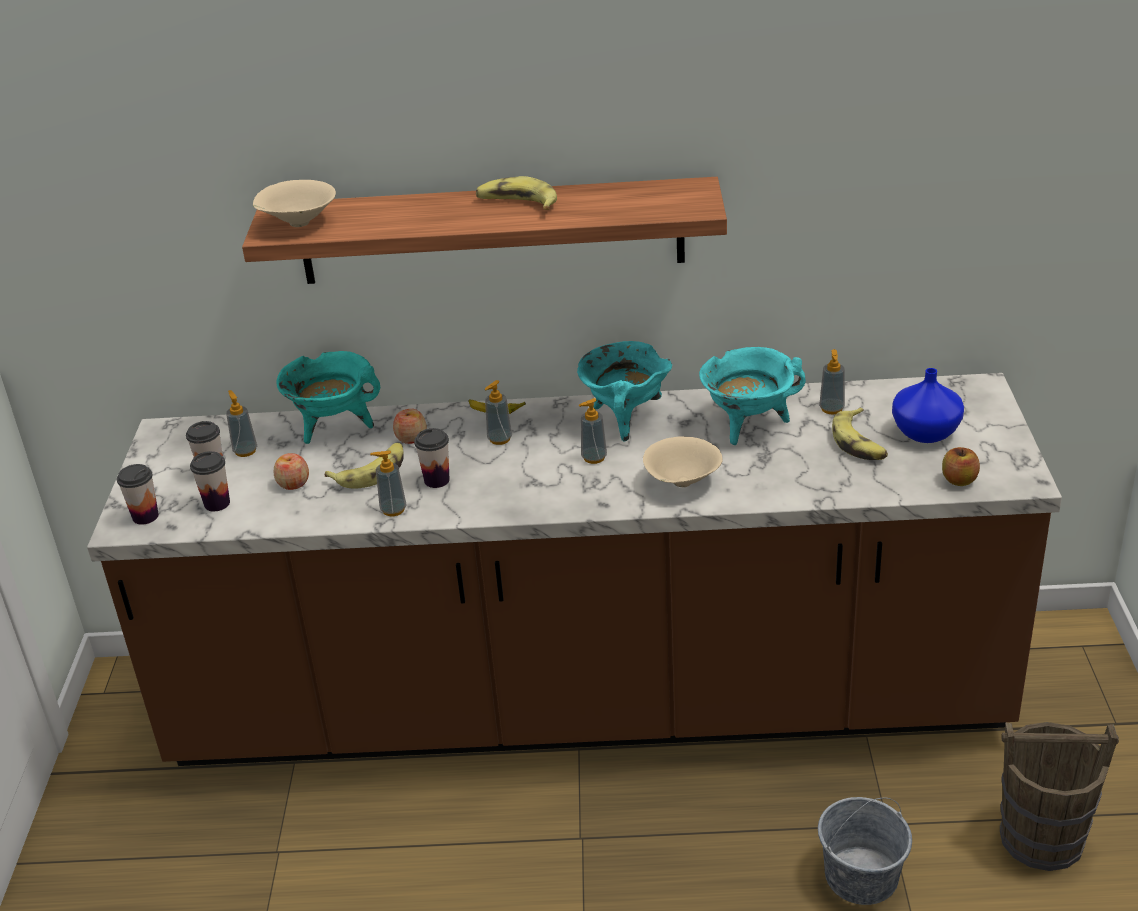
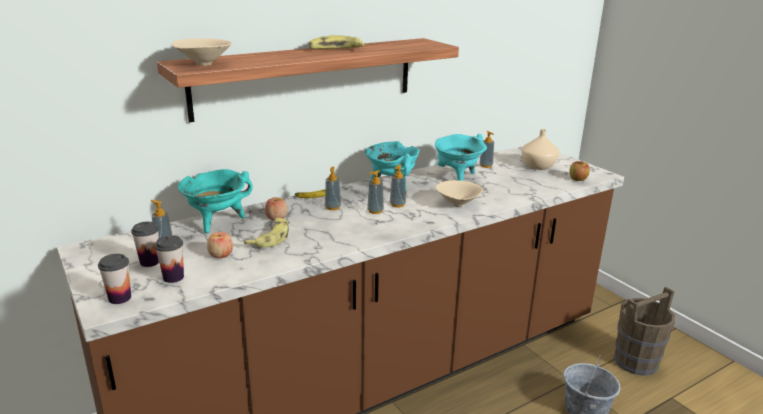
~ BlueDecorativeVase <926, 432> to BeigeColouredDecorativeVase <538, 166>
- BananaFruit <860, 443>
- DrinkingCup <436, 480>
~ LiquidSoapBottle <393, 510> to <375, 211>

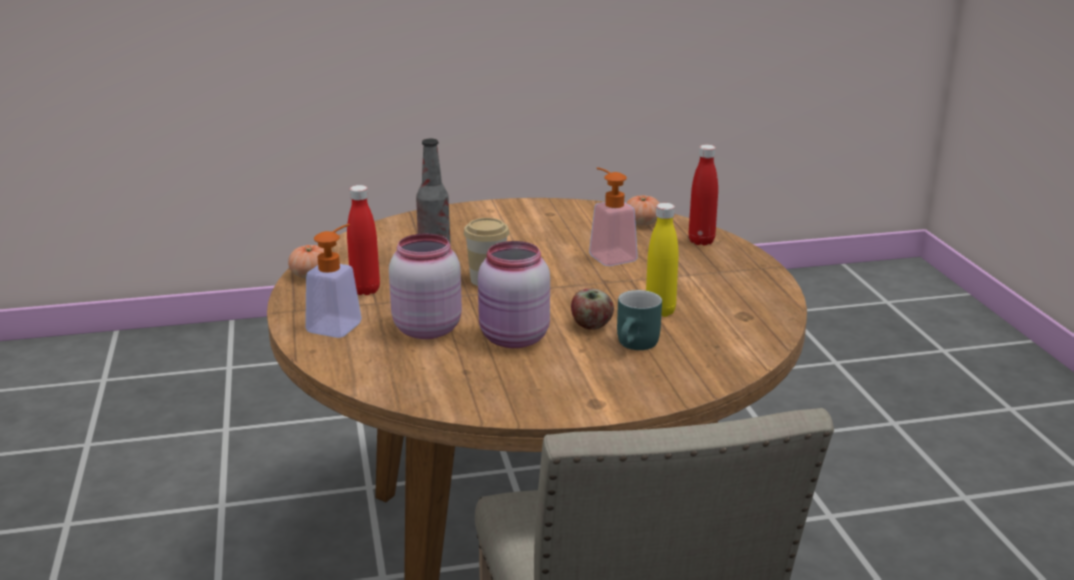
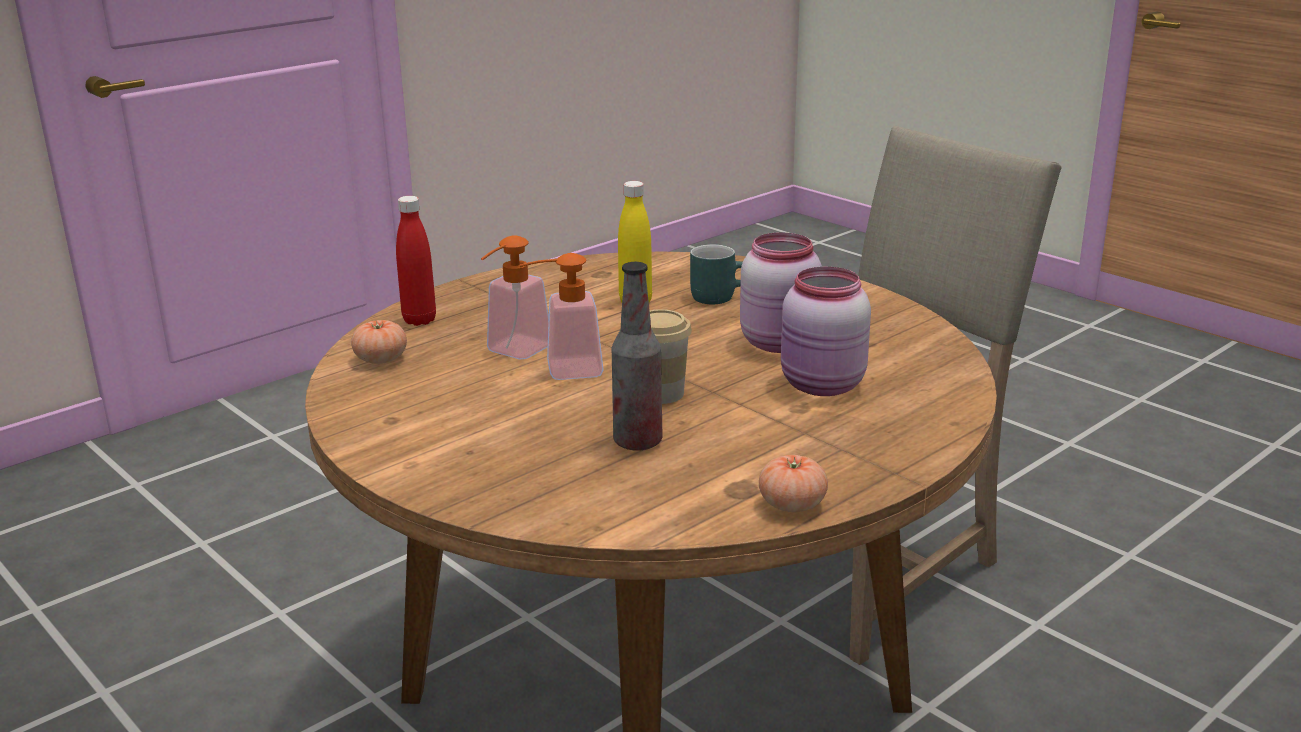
- RedColouredBeverageBottle <365, 290>
~ LiquidSoapBottle <339, 324> to <563, 371>
- AppleFruit <591, 326>

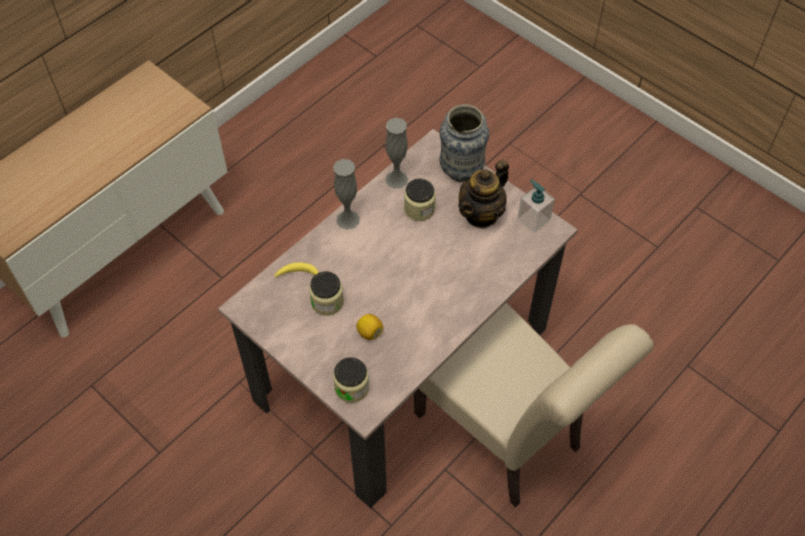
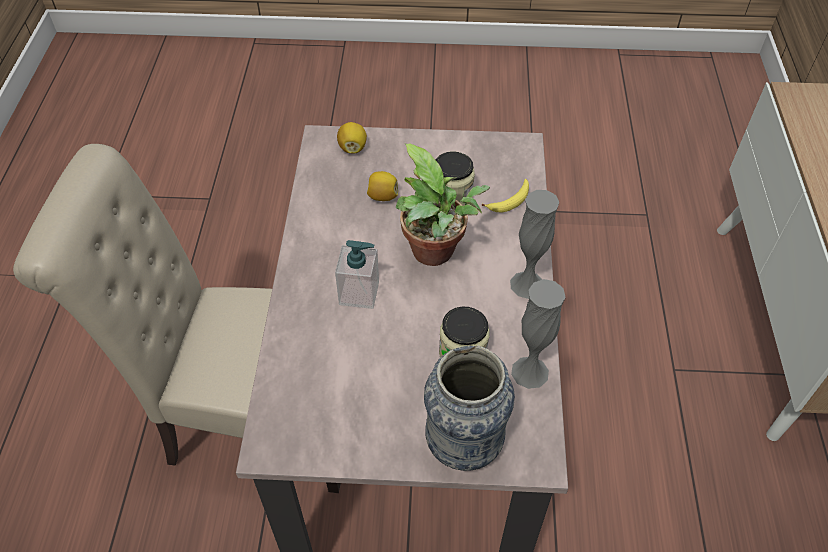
- TeaPot <481, 214>
~ LiquidSoapBottle <533, 219> to <359, 293>
~ Jar <352, 388> to CitrusFruit <352, 148>
+ PottedPlant <436, 254>

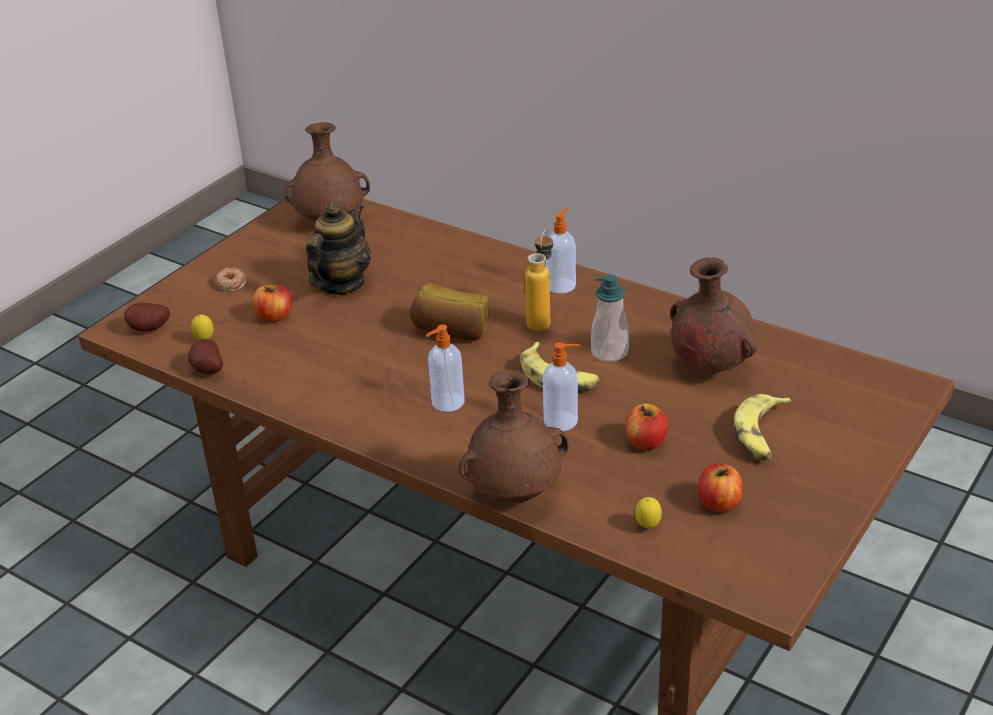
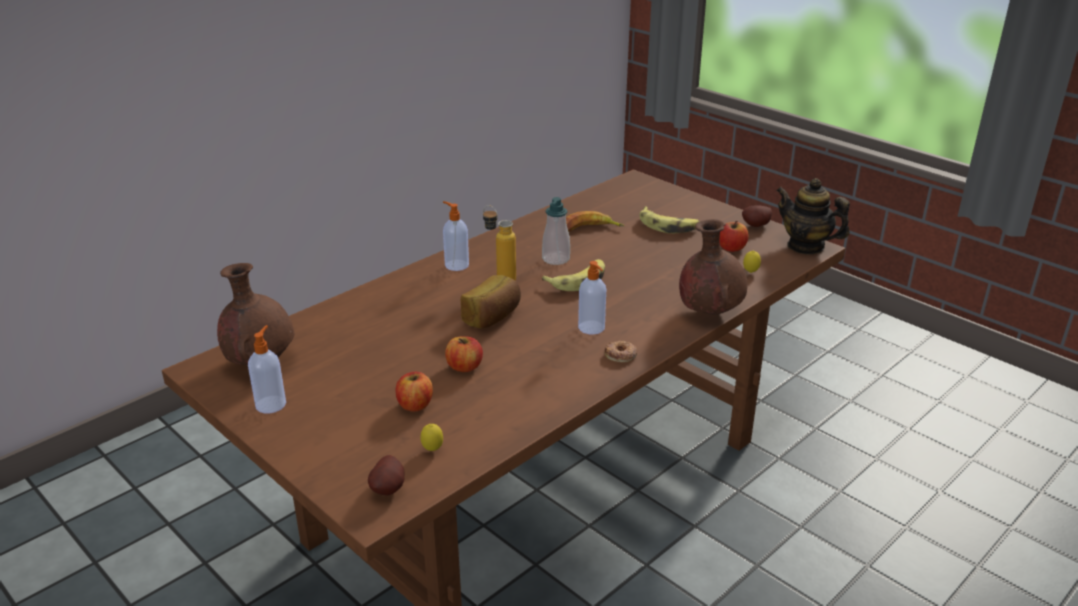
~ TeaPot <341, 284> to <806, 246>
~ BrownColouredDecorativeVase <709, 366> to BananaFruit <588, 229>
~ Doughnut <230, 283> to <621, 355>
~ WholePotato <207, 370> to <757, 226>
~ LiquidSoapBottle <562, 421> to <271, 404>
~ AppleFruit <646, 442> to <464, 367>

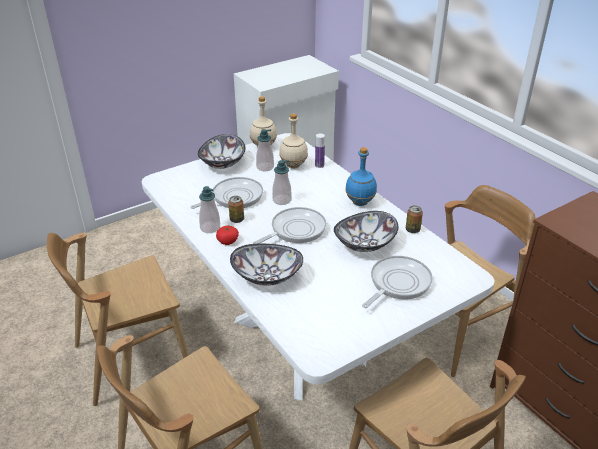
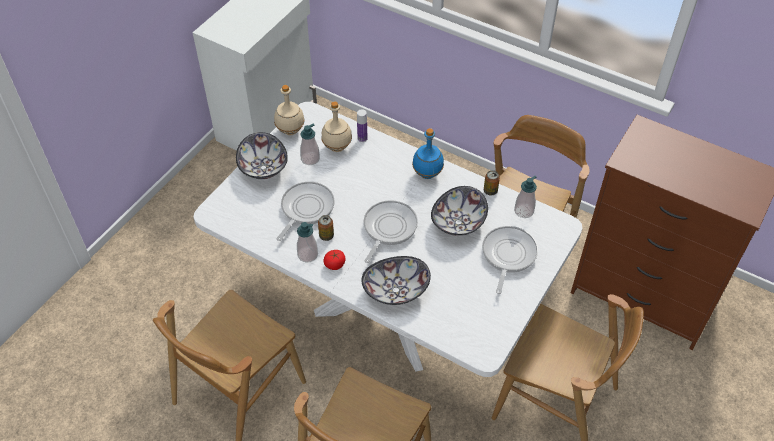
~ LiquidSoapBottle <282, 200> to <524, 211>

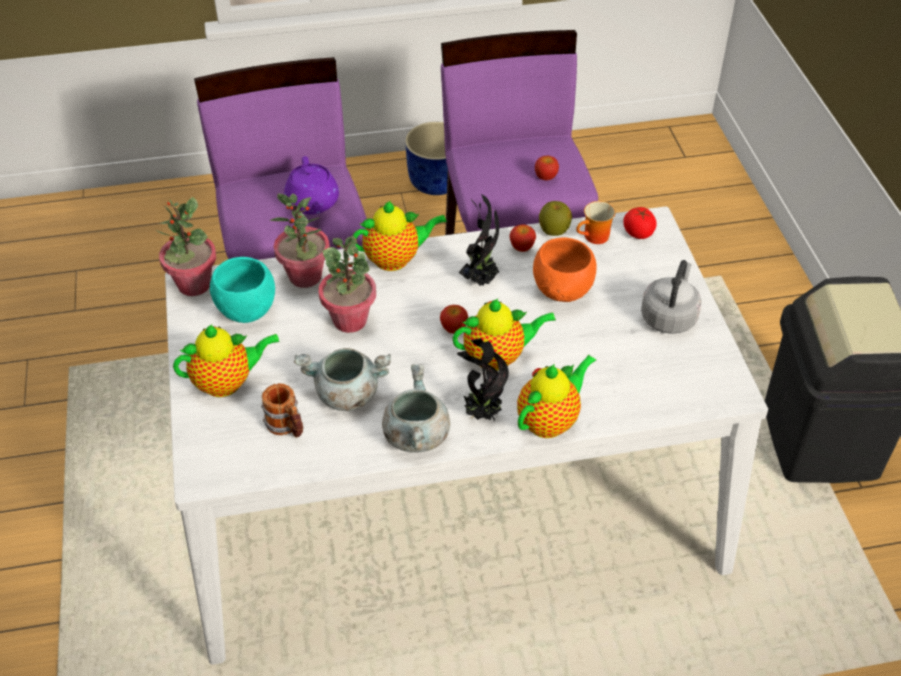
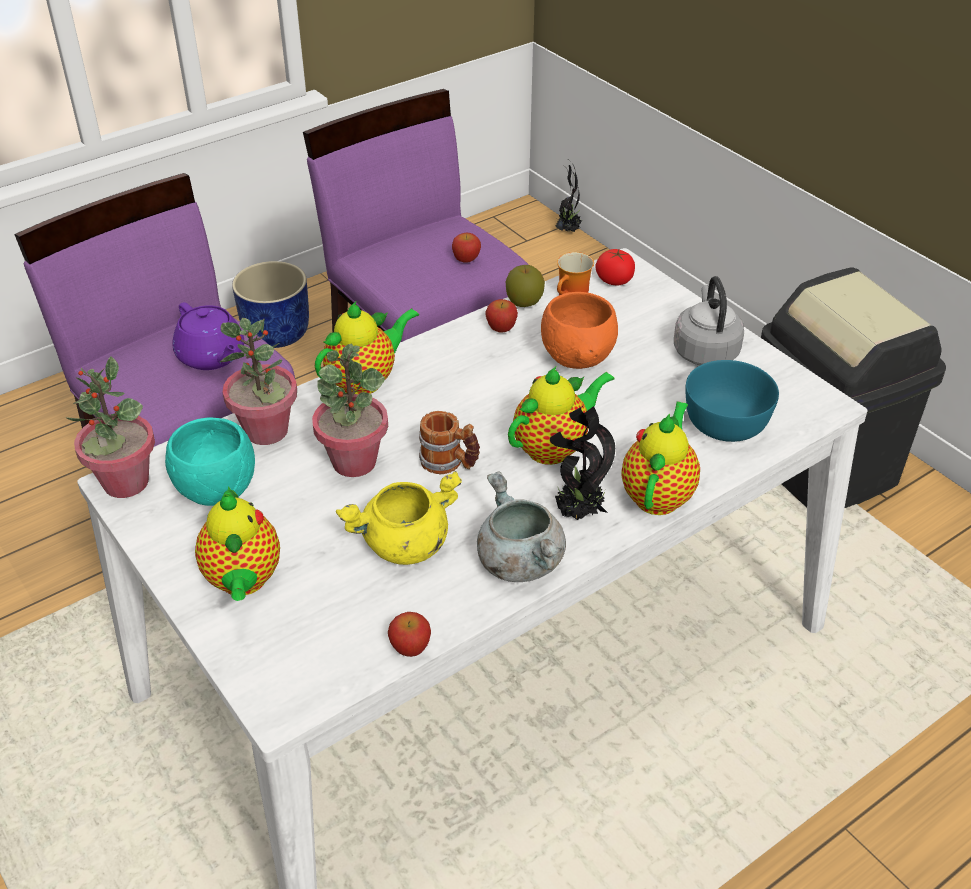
~ PottedPlant <481, 279> to <568, 230>
~ AppleFruit <454, 329> to <410, 648>
~ TeaPot <227, 382> = <243, 582> 120 degrees clockwise
~ GraySaucepot <346, 395> to YellowishSaucepot <404, 545>
~ CoffeeMug <287, 427> to <449, 463>
+ BlueGreenBowl <725, 423>

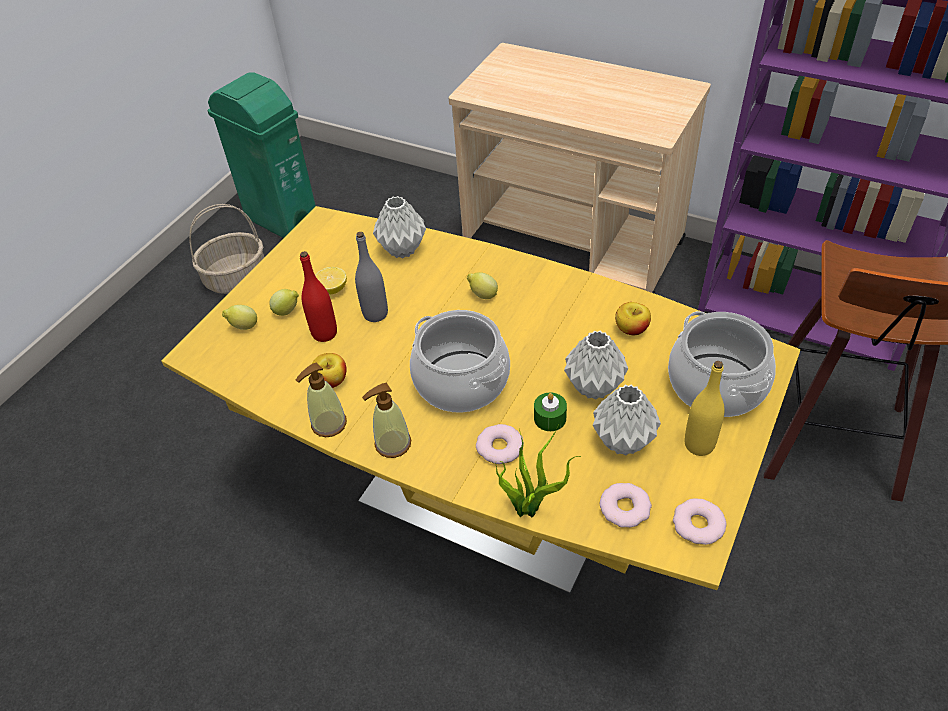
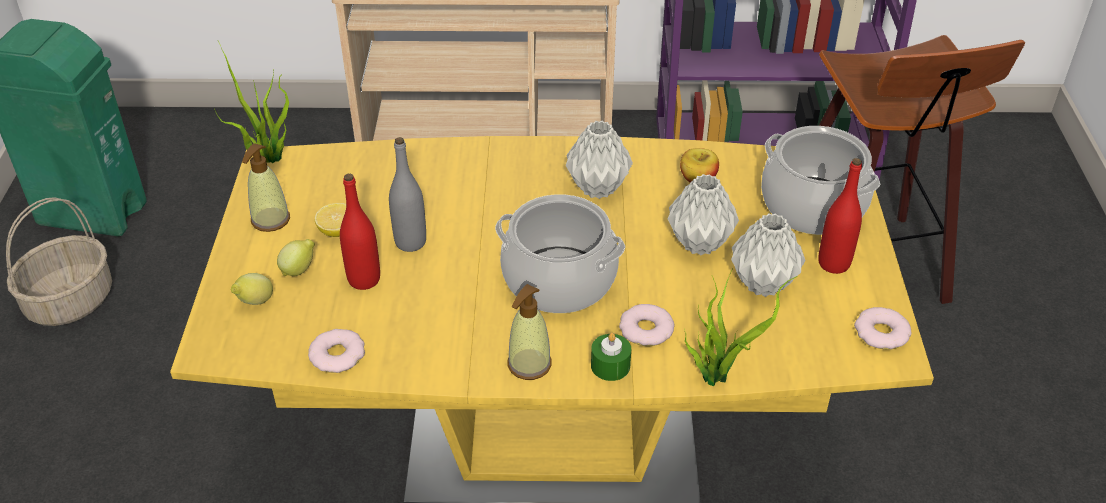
~ GrayDecorativeVase <401, 250> to <597, 189>
- CitrusFruit <482, 295>
- AppleFruit <331, 381>
~ YellowishBeverageBottle <699, 445> to RedColouredBeverageBottle <834, 263>
~ LiquidSoapBottle <328, 424> to <270, 220>
~ GreenWaxCandle <550, 418> to <610, 366>
~ Doughnut <625, 508> to <337, 355>
+ PottedPlant <267, 158>

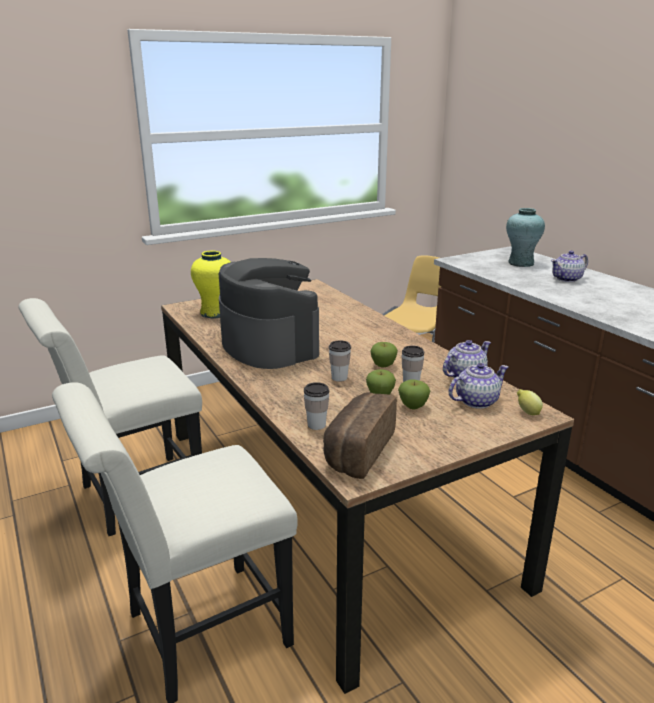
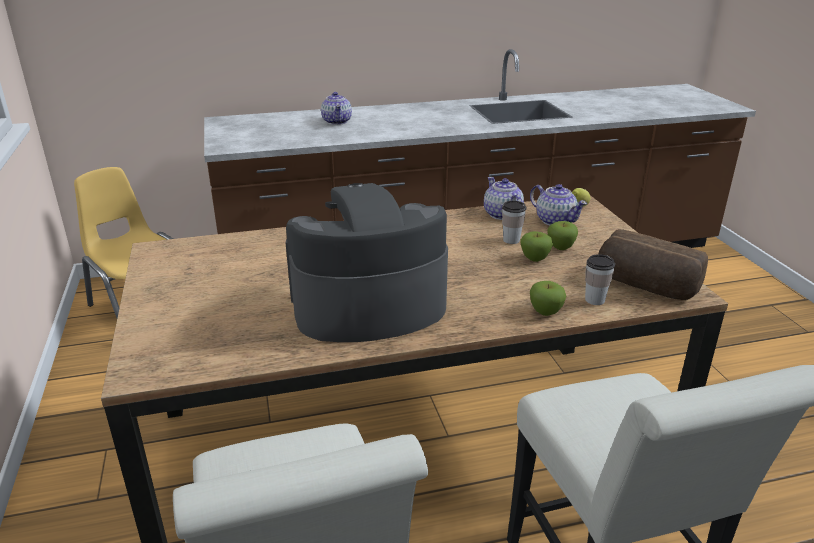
- BlueGreenDecorativeVase <520, 263>
- YellowishDecorativeVase <215, 313>
- DrinkingCup <339, 378>
~ AppleFruit <383, 365> to <545, 312>
~ TeaPot <475, 401> = <555, 220> 150 degrees clockwise

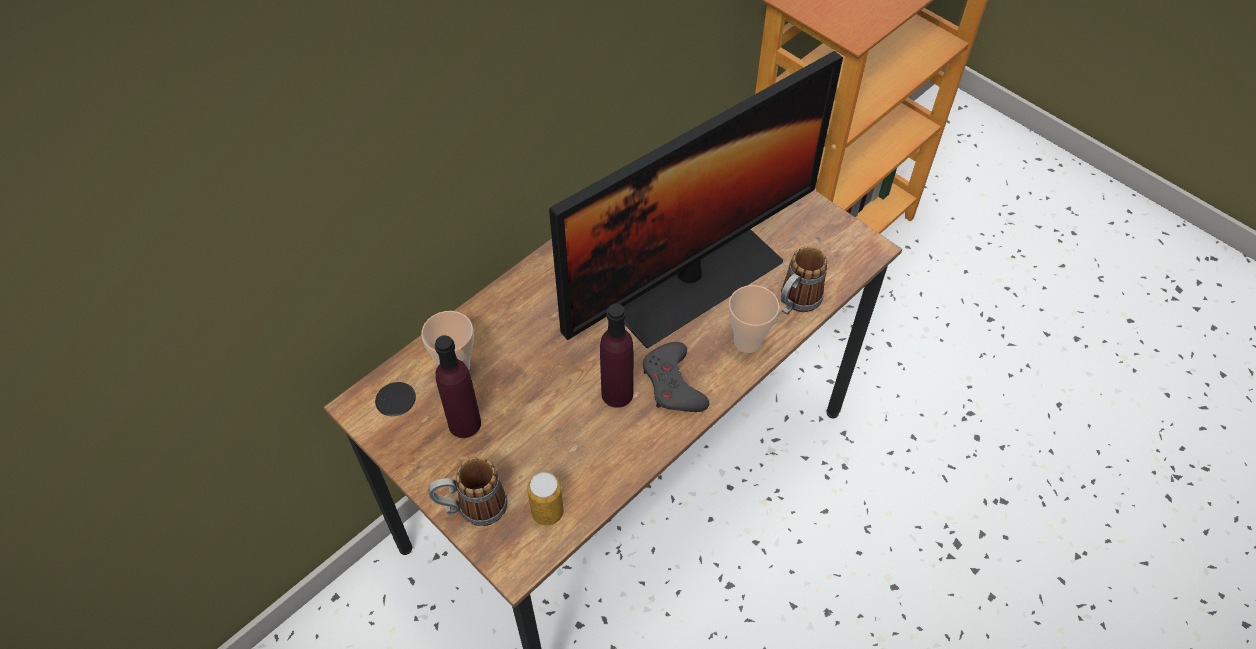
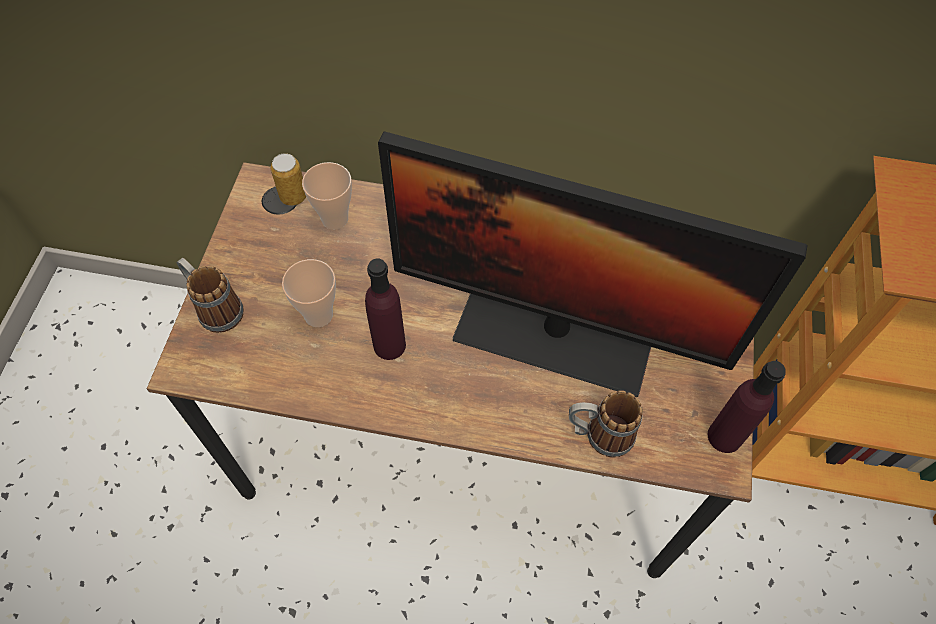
~ DrinkingCup <747, 341> to <318, 315>
~ PurpleBeverageBottle <464, 423> to <724, 436>
- GrayGamepad <673, 384>
~ SealedCan <547, 512> to <293, 196>

